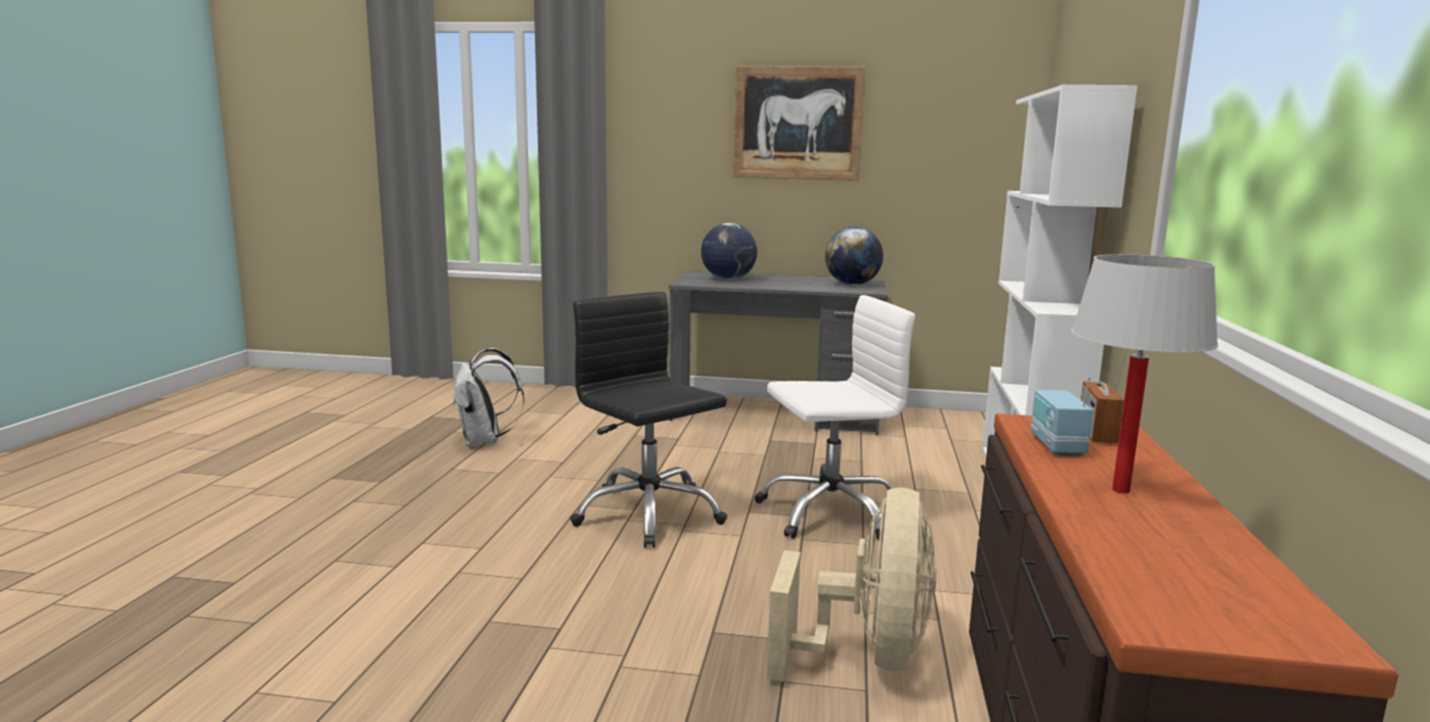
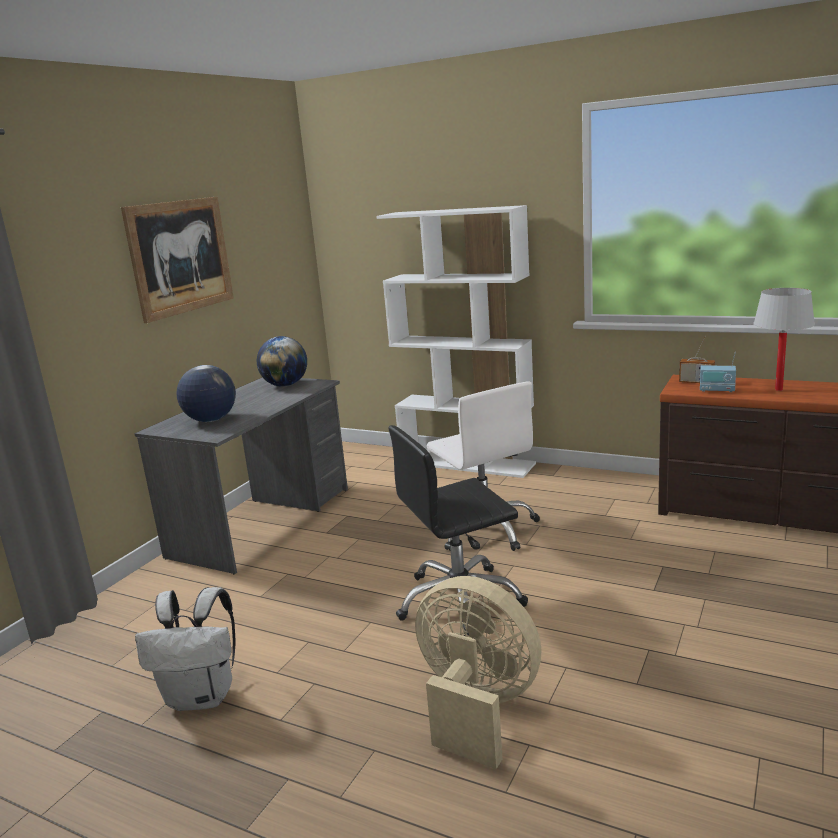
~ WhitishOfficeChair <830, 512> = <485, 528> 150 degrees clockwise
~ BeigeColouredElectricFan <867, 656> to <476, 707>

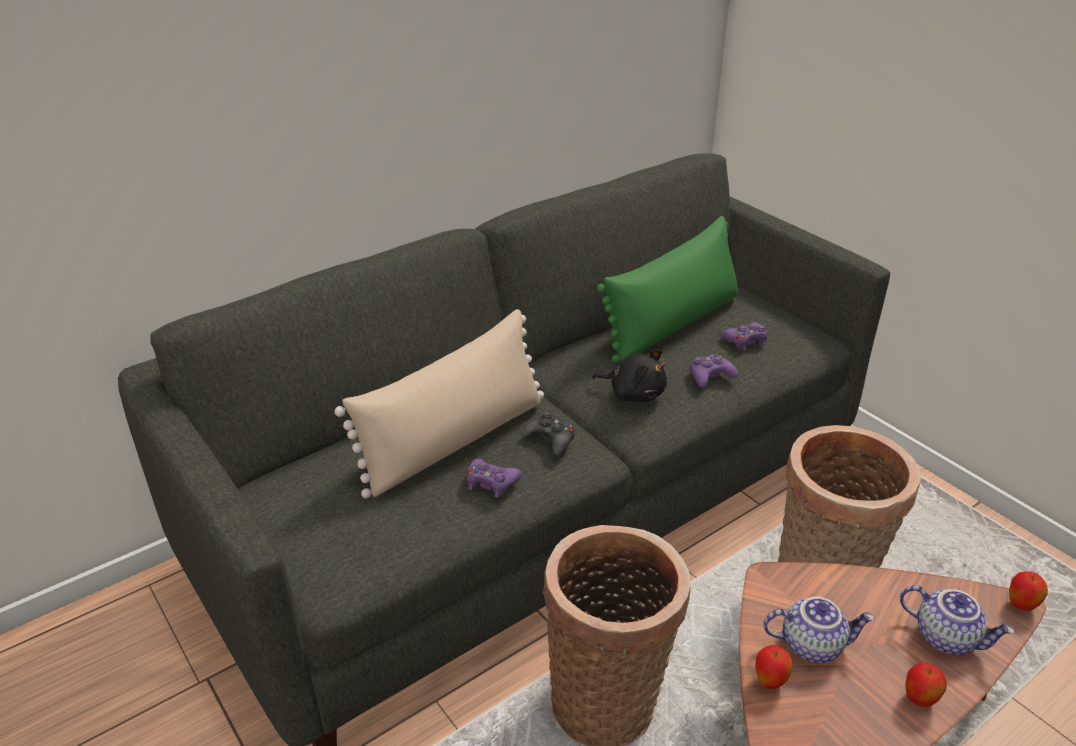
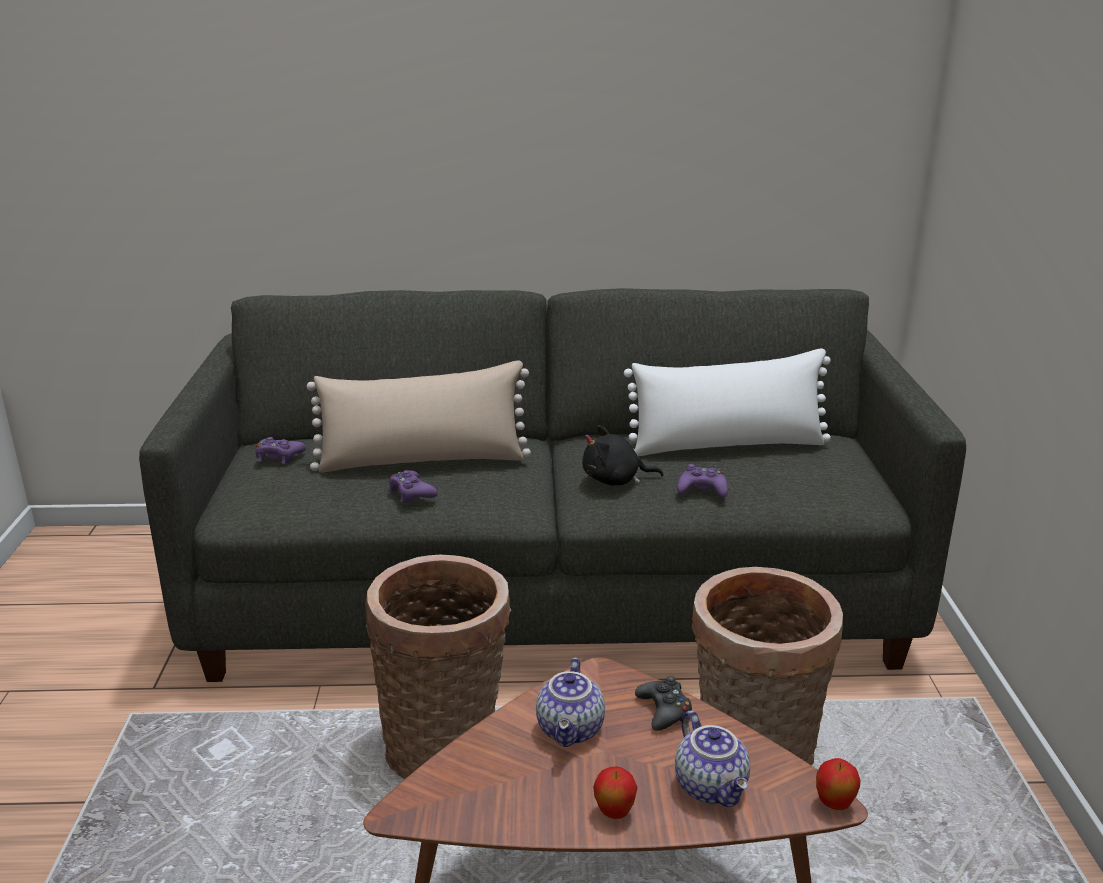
~ GreenThrowPillow <673, 323> to WhitishThrowPillow <727, 445>
~ PurpleGamepad <745, 341> to <278, 456>
~ BlackishPlushToy <634, 393> = <615, 480> 120 degrees clockwise
~ BlackishGamepad <550, 439> to <664, 711>
~ TeaPot <812, 644> = <572, 730> 60 degrees clockwise
- AppleFruit <769, 682>

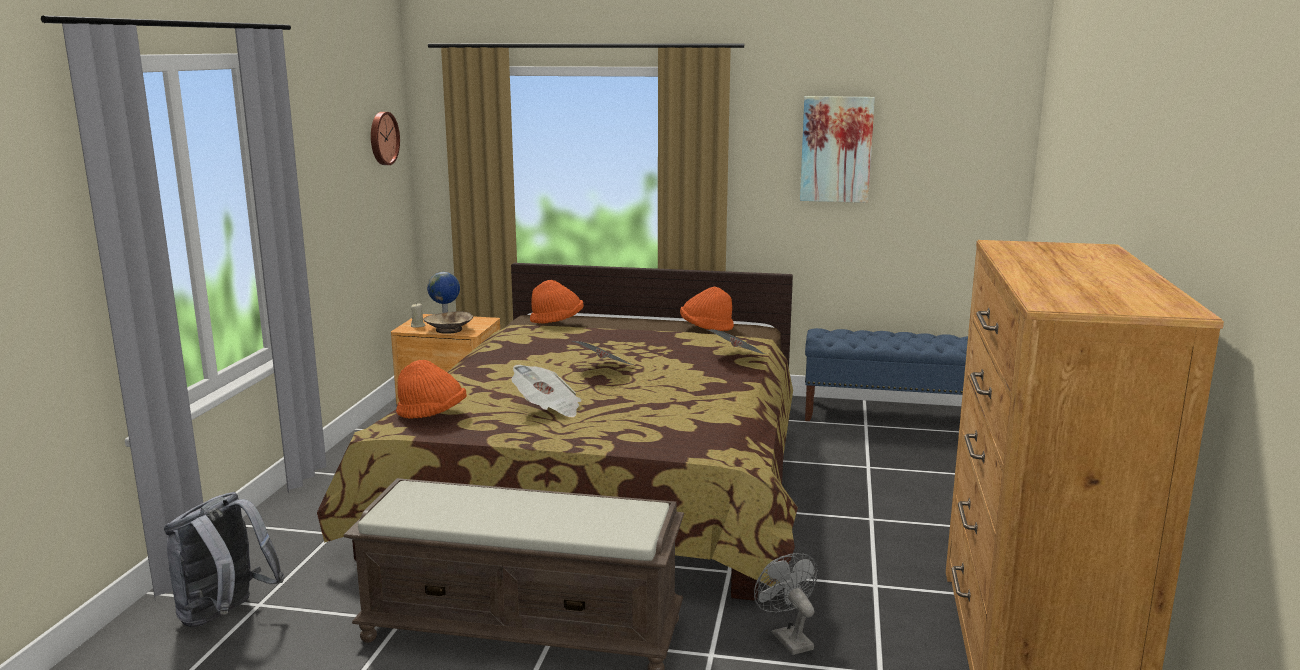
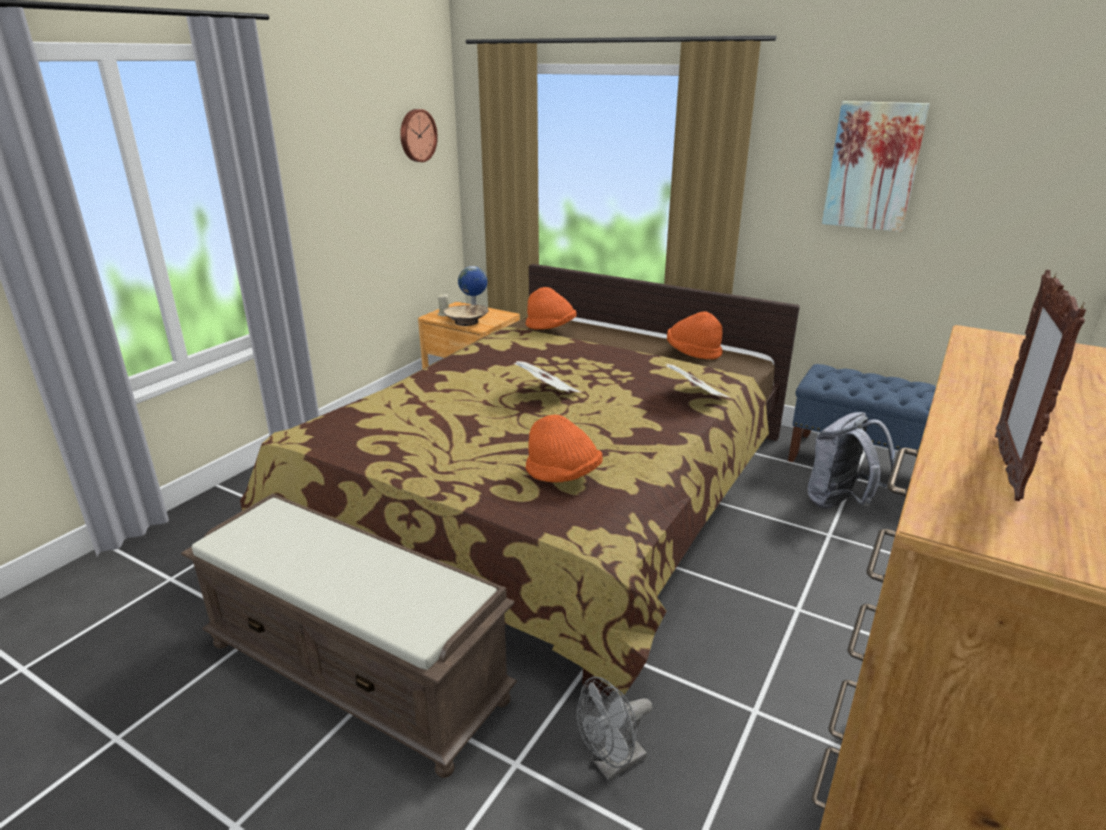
~ OrangeyClothingHat <432, 415> to <563, 475>
- PrintedPaper <548, 409>
~ GrayRucksack <225, 615> to <840, 503>
~ GrayElectricFan <787, 638> = <612, 764> 120 degrees counterclockwise
+ PhotoFrame <1007, 466>

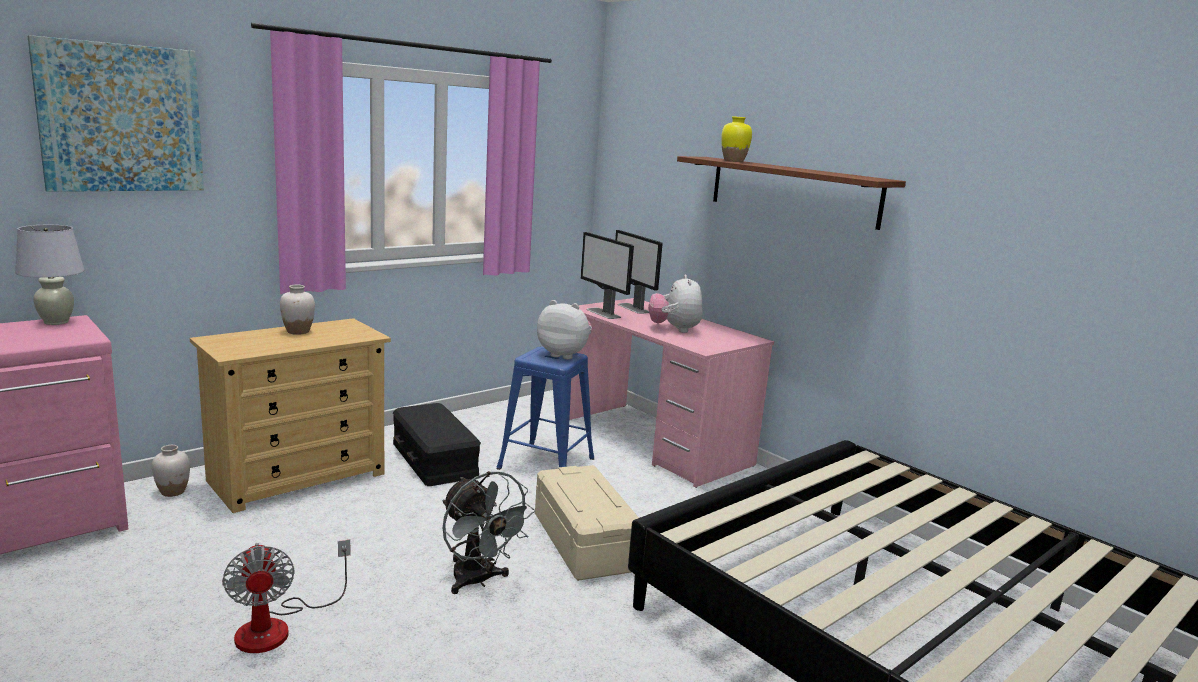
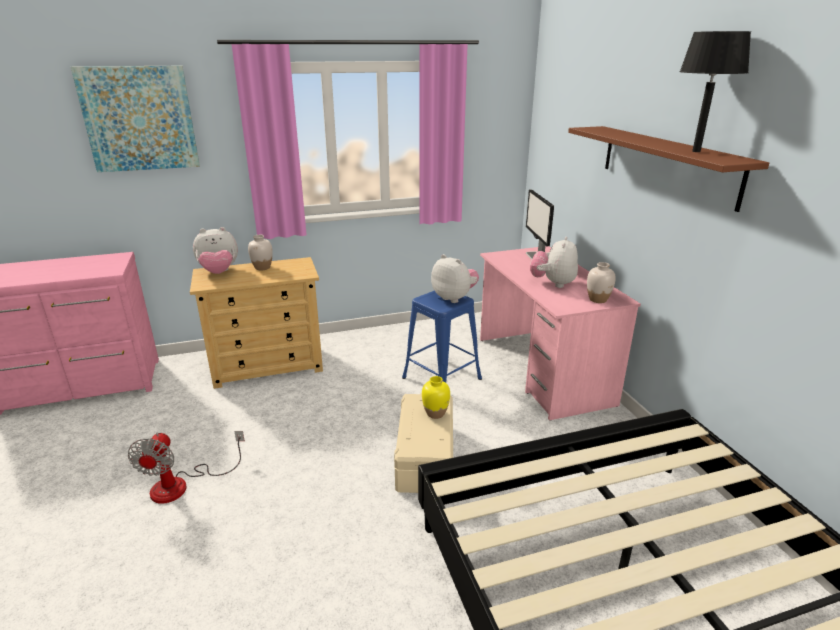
~ YellowishDecorativeVase <733, 161> to <435, 413>
- WhitishLampForATable <56, 322>
- ComputerDisplay <603, 313>
- BlackishStorageContainer <433, 459>
~ WhitishDecorativeVase <173, 492> to <598, 299>
- GrayElectricFan <478, 581>
+ BlackishLampForATable <696, 151>
+ PlushToy <219, 272>

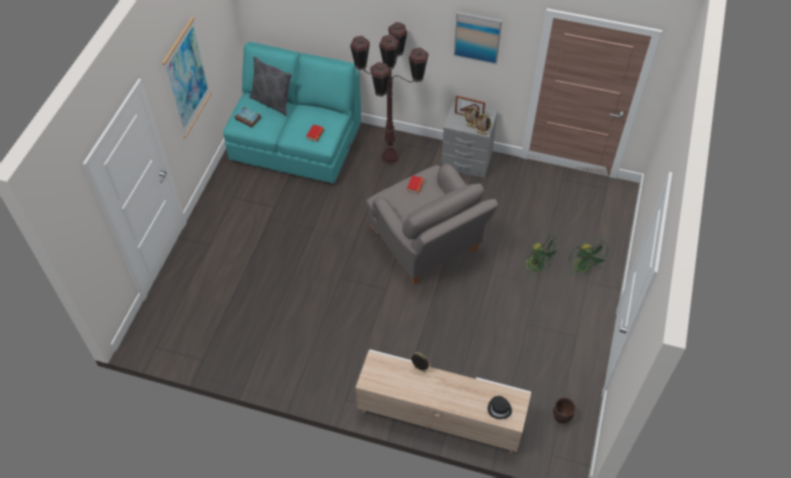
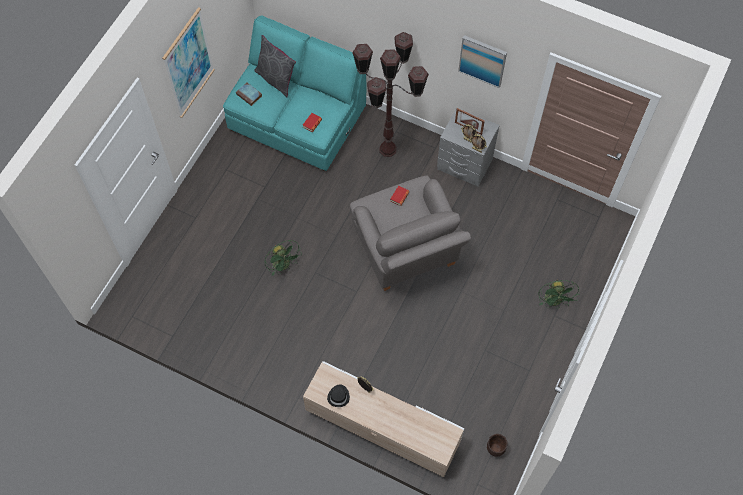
~ GreenElectricFan <538, 266> to <284, 265>
~ BlackishClothingHat <499, 408> to <339, 396>

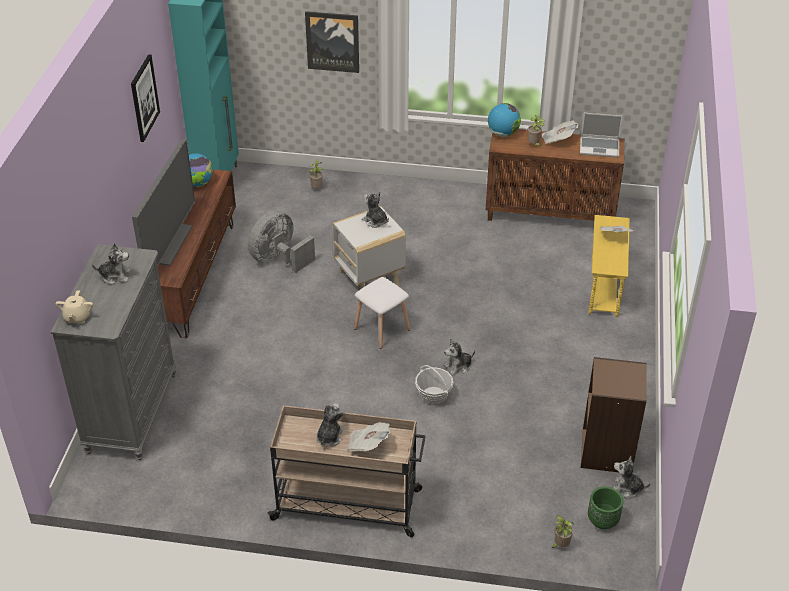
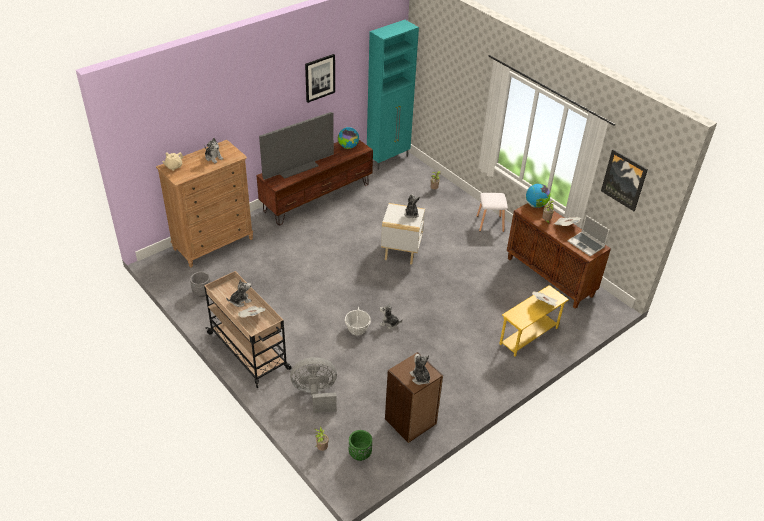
~ WallArt <332, 41> to <624, 180>
~ GrayElectricFan <279, 260> to <316, 394>
~ GrayDresser <132, 413> to BrownColouredDresser <213, 244>
~ WhitishSittingStool <383, 329> to <490, 224>
~ PlushToy <627, 488> to <420, 377>
+ GrayPlanter <202, 292>

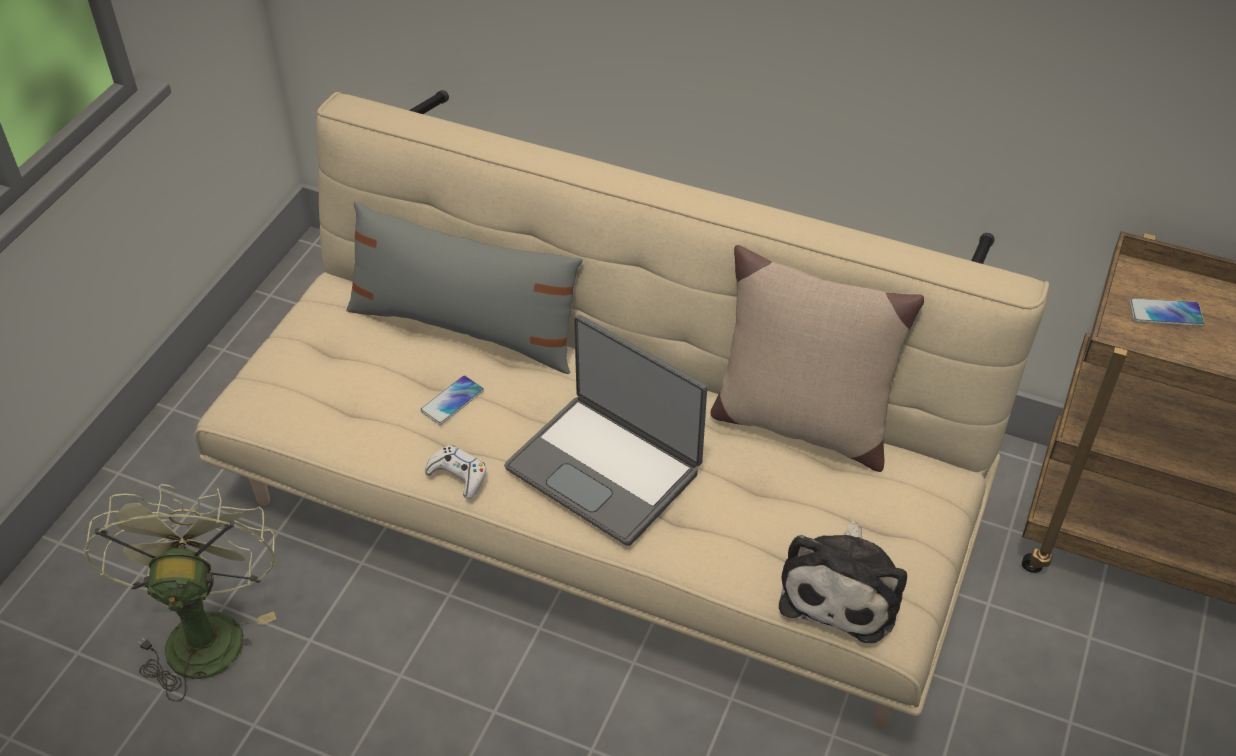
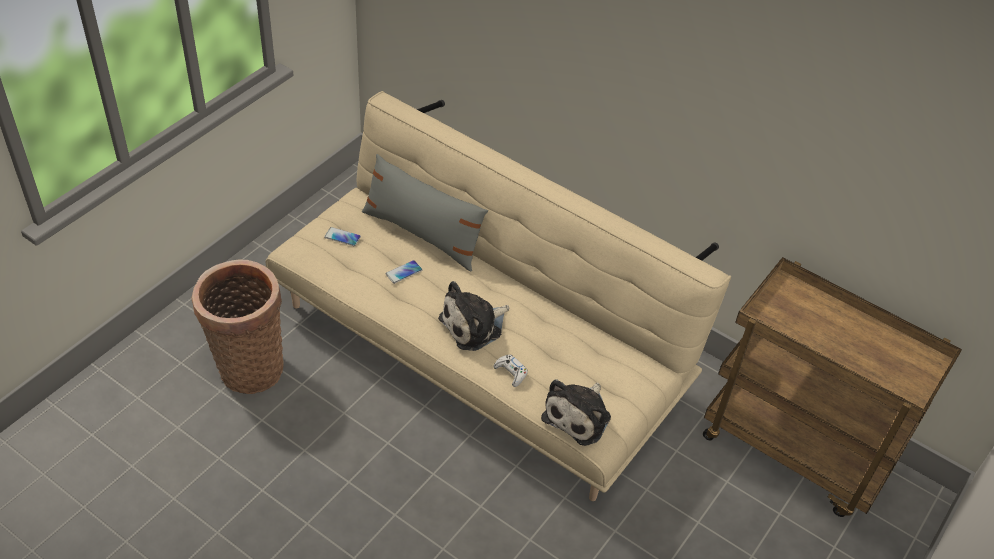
- BeigeColouredThrowPillow <800, 423>
~ Phone <1165, 313> to <342, 237>
~ PortableComputer <606, 468> to PlushToy <474, 325>
~ WhitishGamepad <458, 476> to <511, 372>
~ GreenElectricFan <203, 630> to Basket <248, 366>

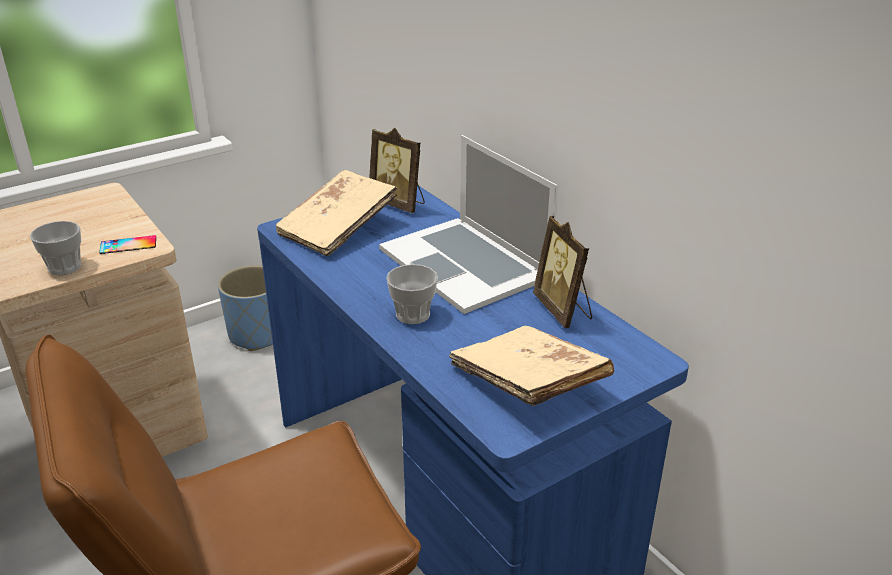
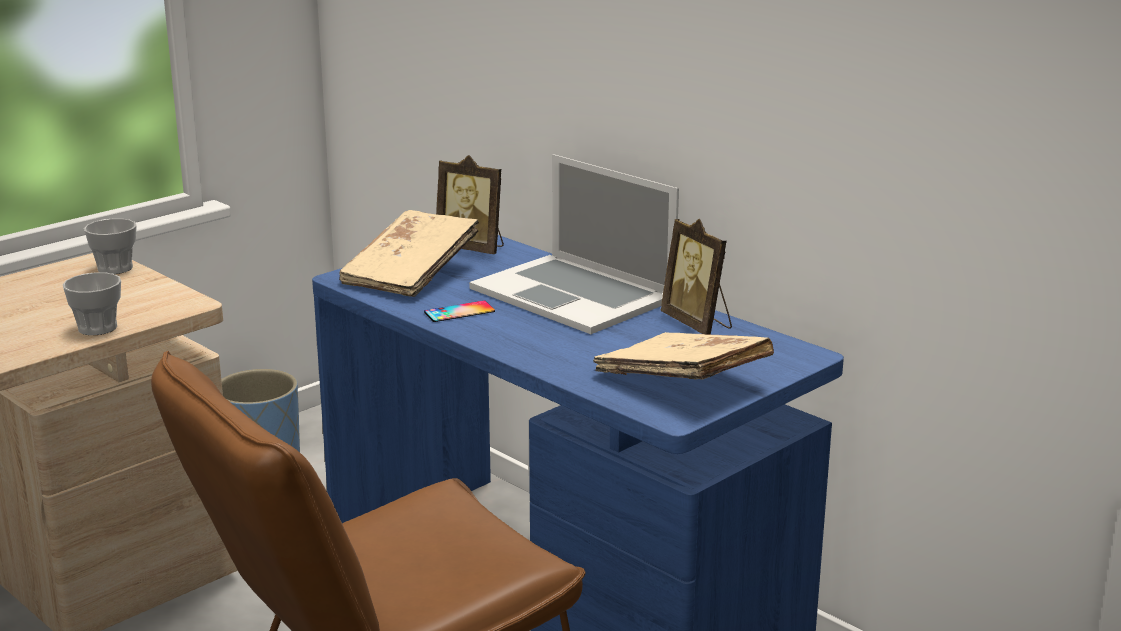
~ Phone <128, 245> to <459, 312>
~ DrinkingCup <413, 314> to <115, 268>

